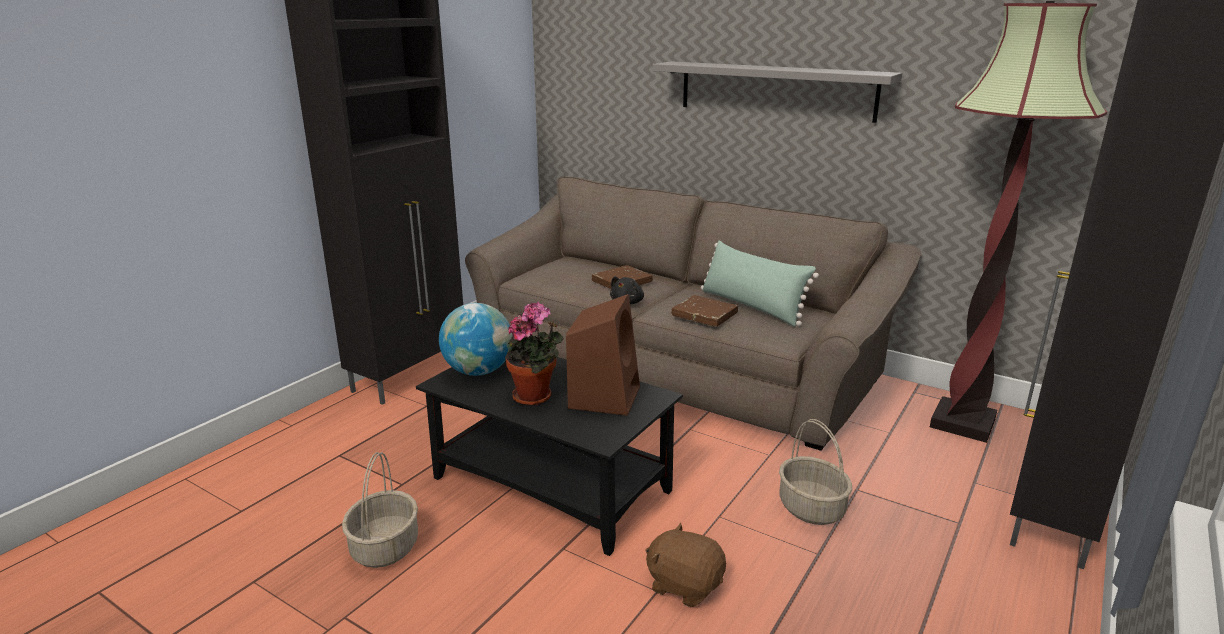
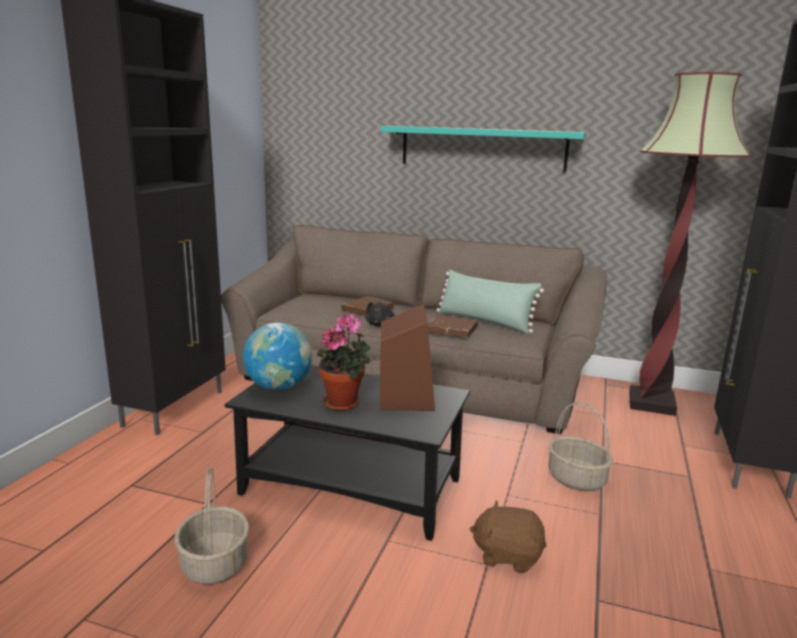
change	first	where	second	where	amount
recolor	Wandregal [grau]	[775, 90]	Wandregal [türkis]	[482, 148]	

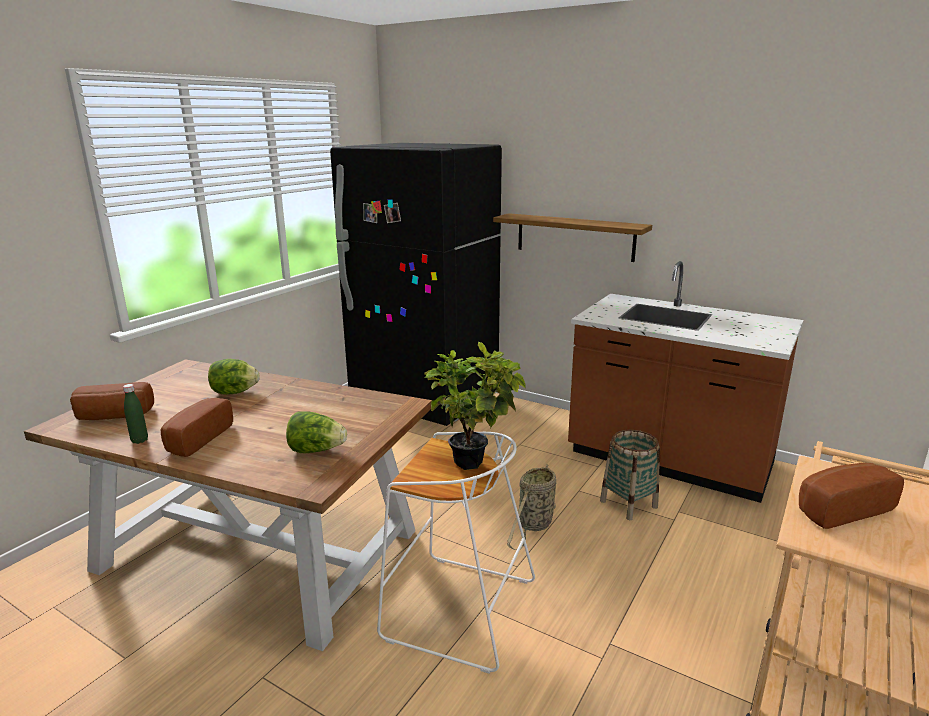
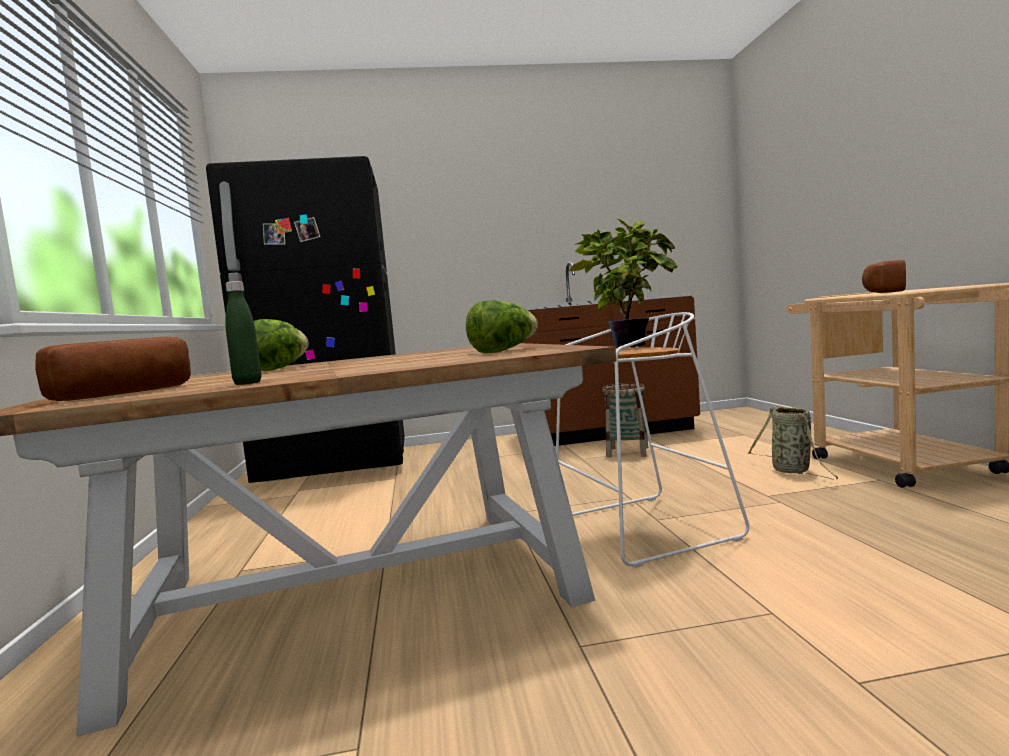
change	first	where	second	where	amount
delete	Brot	[196, 439]			
delete	Wandregal	[575, 237]			
move	Korb	[534, 525]		[793, 471]	

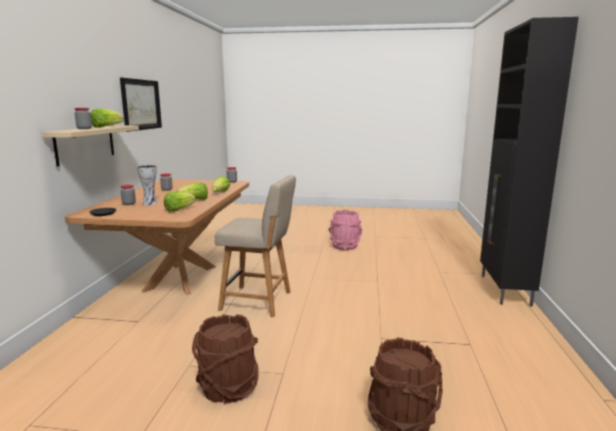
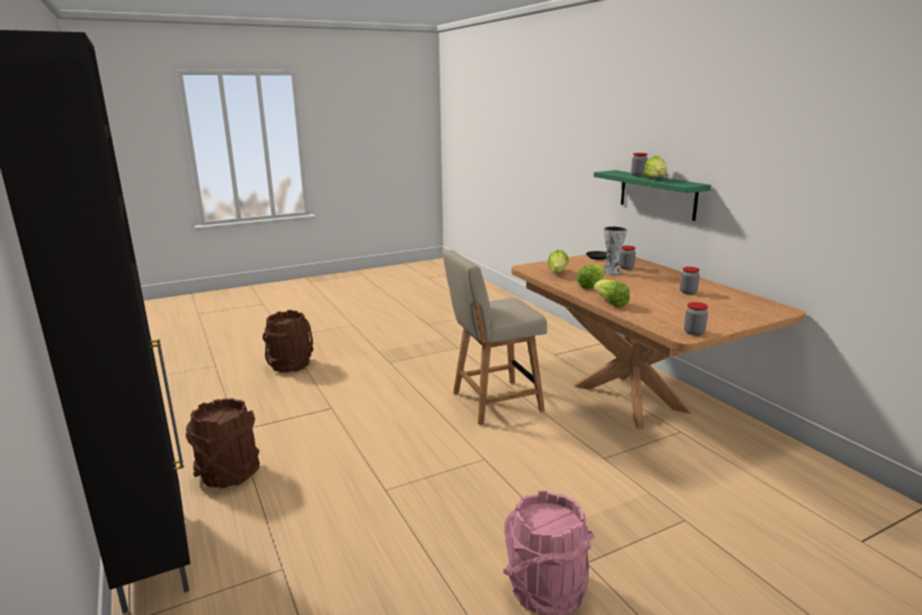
change	first	where	second	where	amount
delete	Bild	[141, 104]			
move	Eimer [braun]	[227, 388]		[229, 473]	
recolor	Wandregal [beige]	[85, 144]	Wandregal [grün]	[657, 194]	

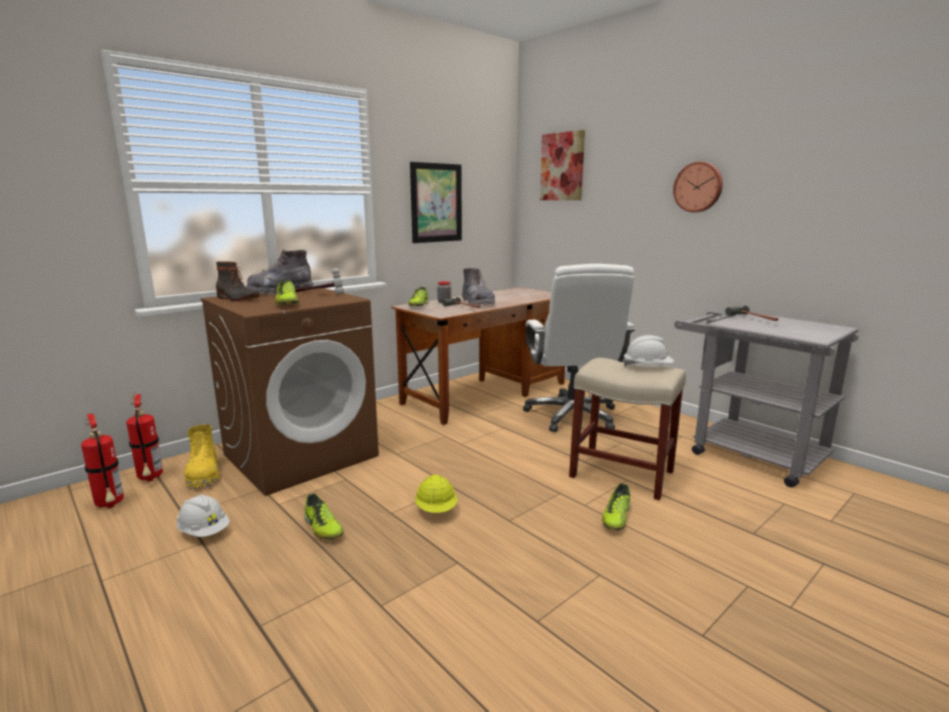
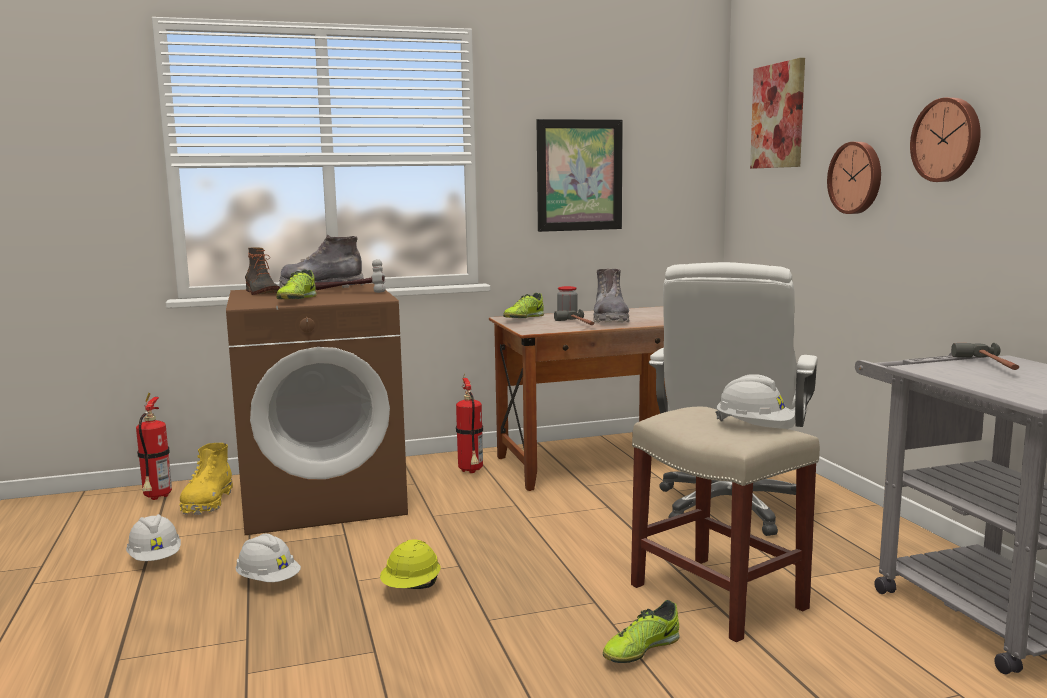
change	first	where	second	where	amount
insert			Wanduhr	[856, 178]	
move	Feuerlöscher	[110, 505]		[471, 471]	
replace	Schuh	[323, 528]	Schutzhelm [weiß]	[268, 581]	

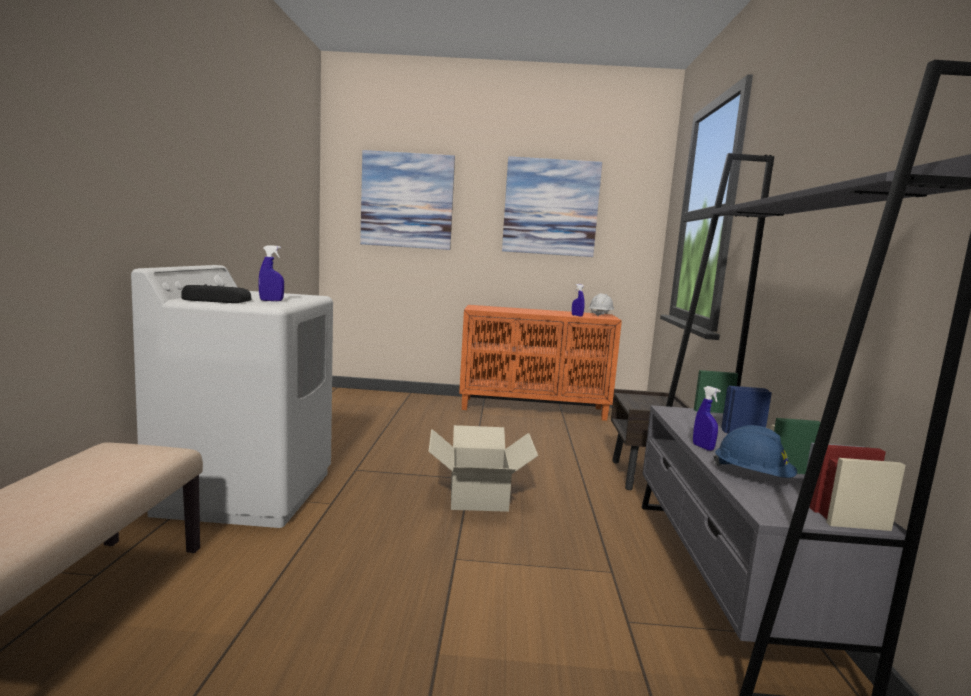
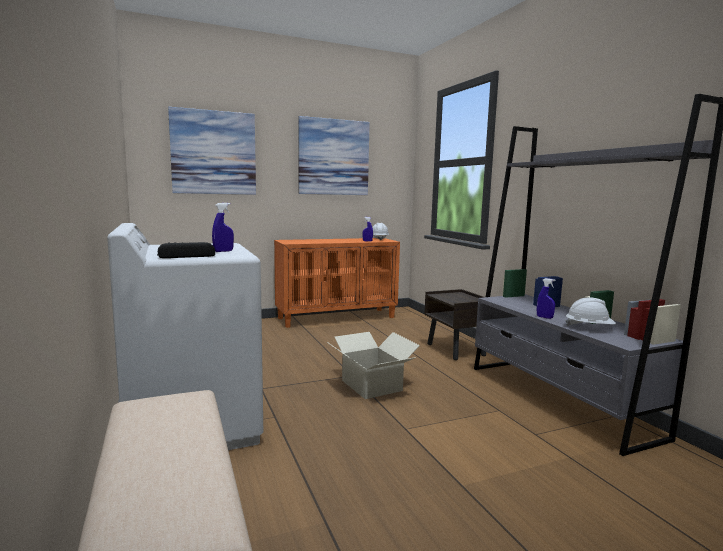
change	first	where	second	where	amount
recolor	Schutzhelm [blau]	[752, 476]	Schutzhelm [weiß]	[589, 328]	

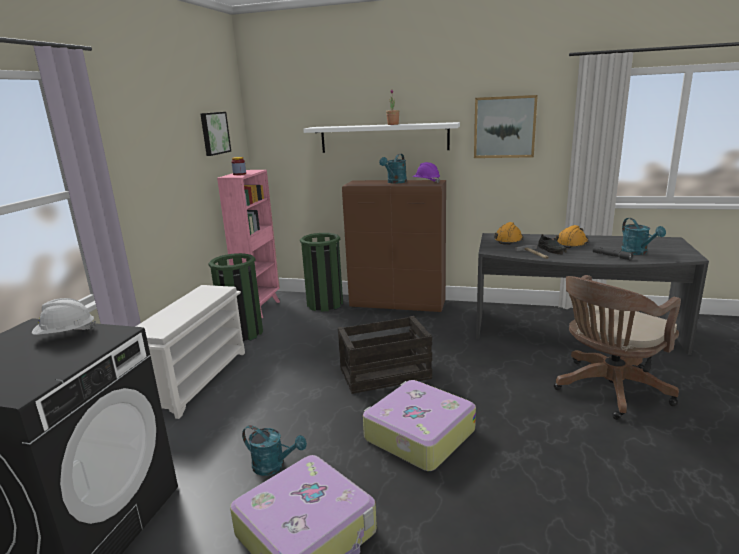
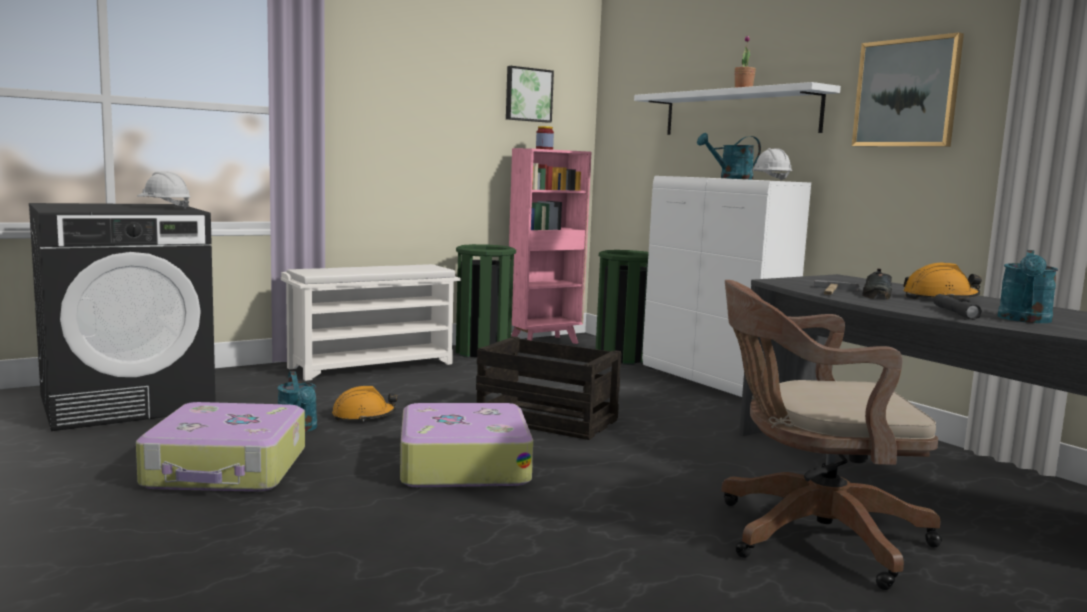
change	first	where	second	where	amount
move	Schutzhelm [orange]	[508, 240]		[363, 416]	
recolor	Schrank [braun]	[398, 304]	Schrank [weiß]	[713, 382]	
recolor	Schutzhelm [lila]	[426, 182]	Schutzhelm [weiß]	[770, 180]	

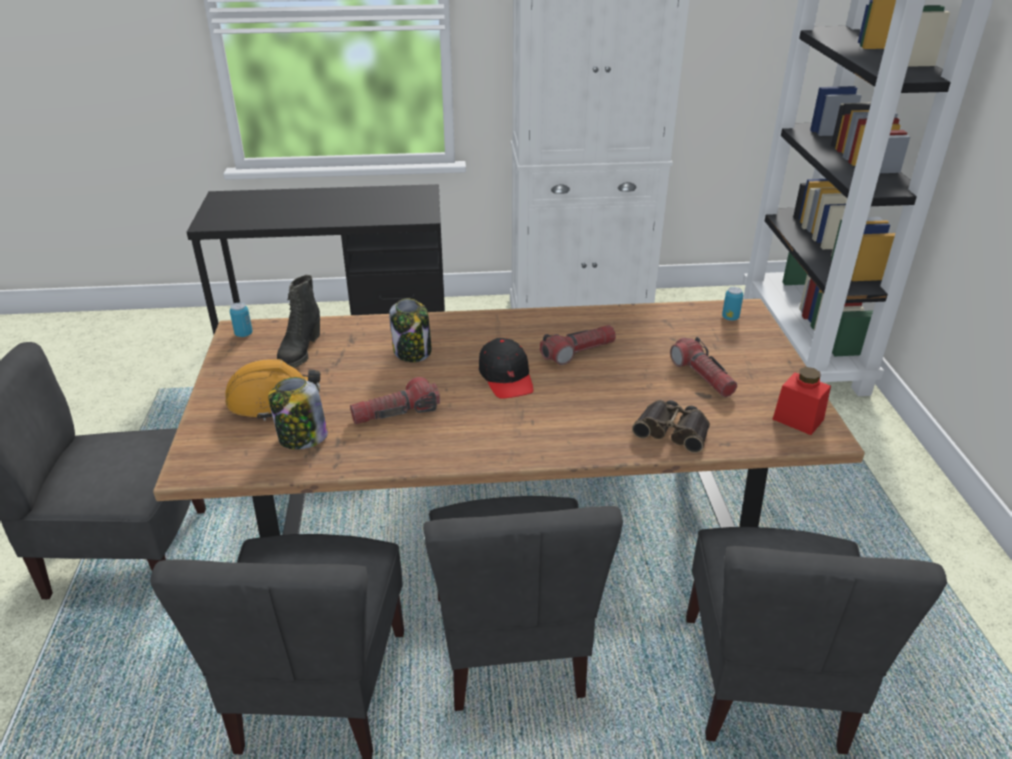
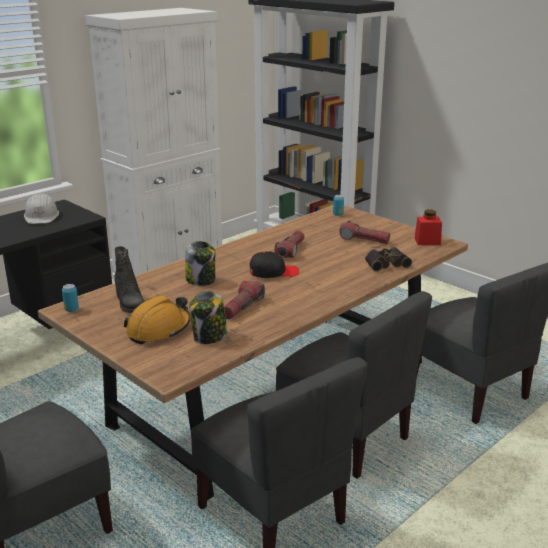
change	first	where	second	where	amount
insert			Schutzhelm [weiß]	[41, 216]	
rotate	Kappe [schwarz]	[506, 377]		[273, 272]	45 degrees counterclockwise

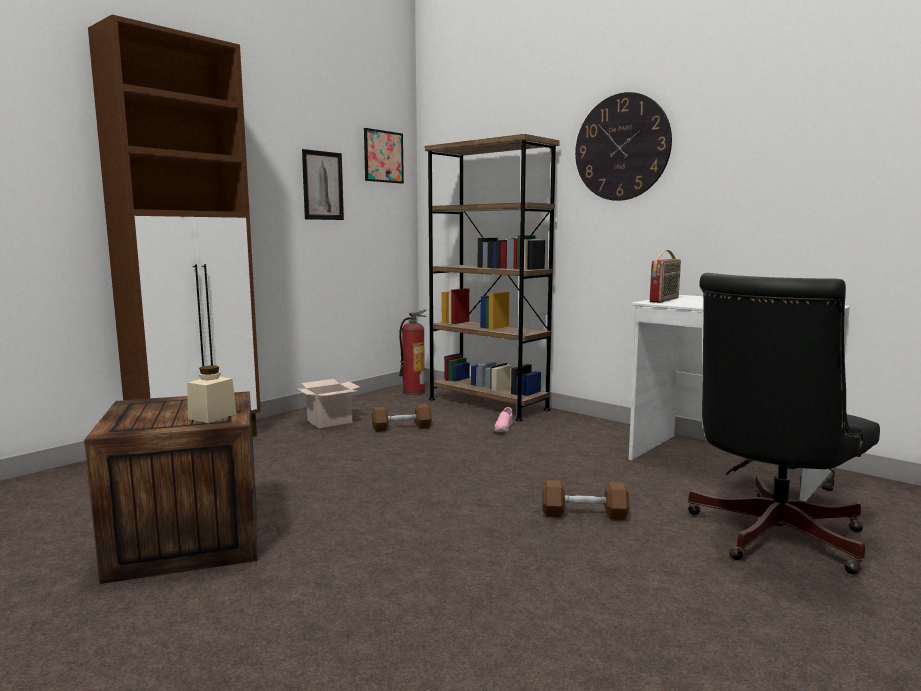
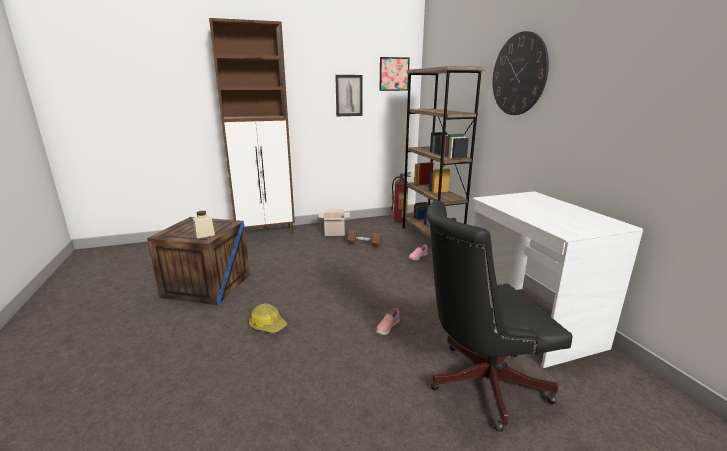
change	first	where	second	where	amount
delete	Radio	[665, 300]			
insert			Schutzhelm	[268, 325]	
replace	Hantel [braun]	[584, 514]	Schuh [rosa]	[387, 328]	

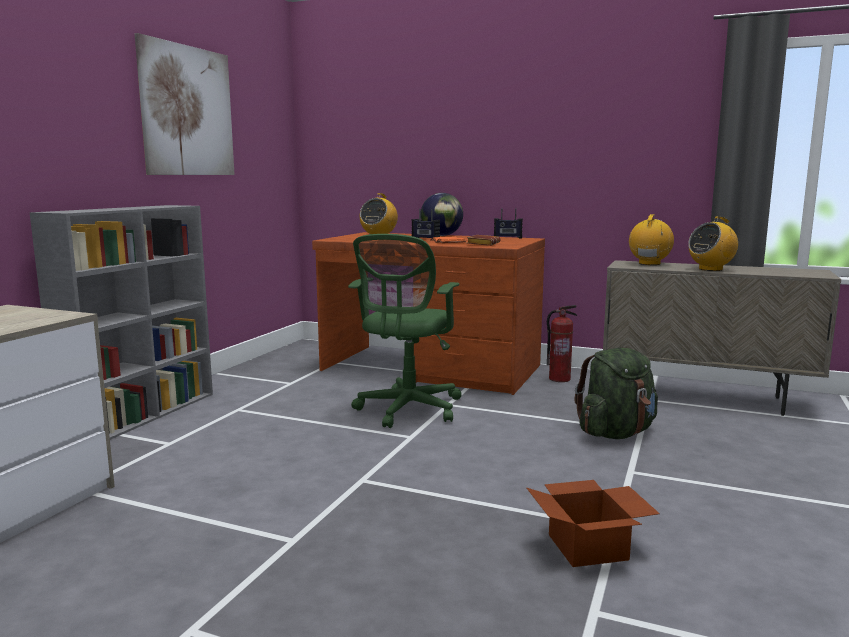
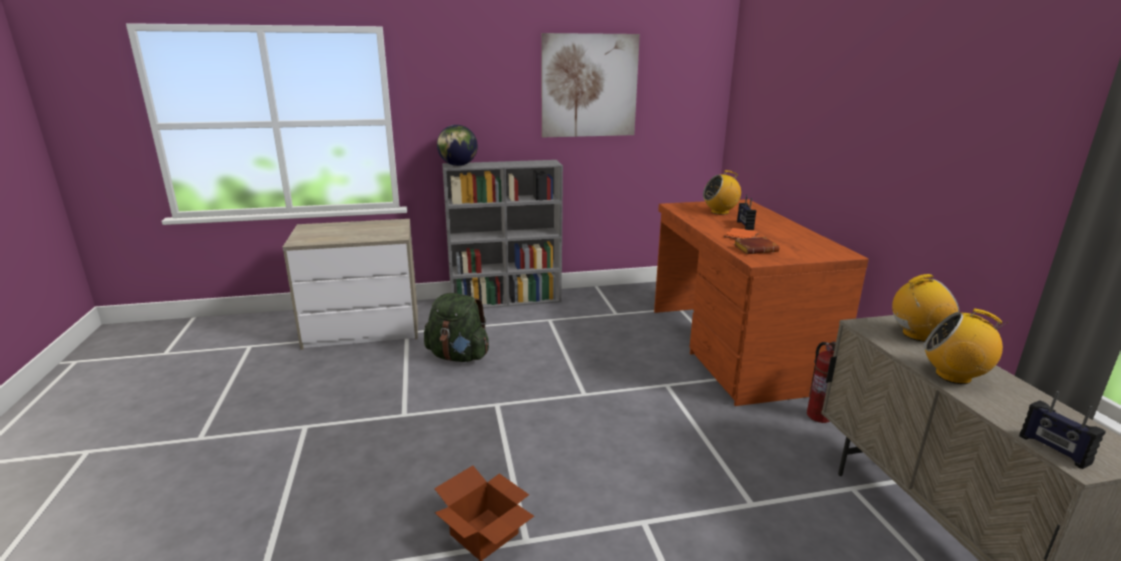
change	first	where	second	where	amount
delete	Bürostuhl [grün]	[407, 410]			
move	Globus	[441, 235]		[458, 165]	
move	Radio	[507, 237]		[1053, 450]	
move	Rucksack [grün]	[616, 433]		[458, 356]	

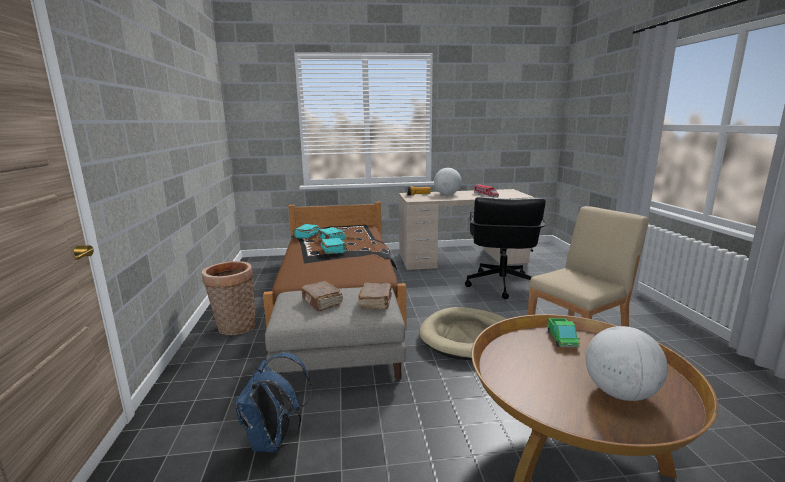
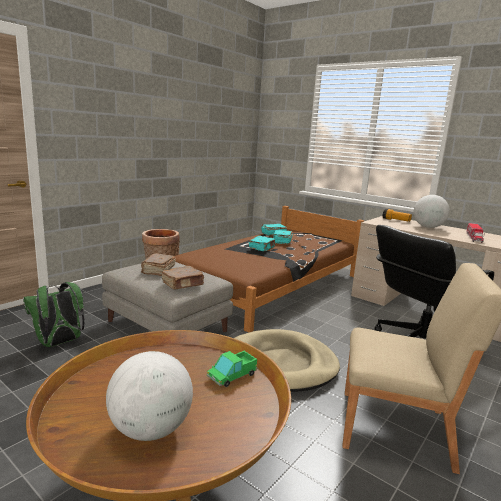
change	first	where	second	where	amount
recolor	Rucksack [blau]	[274, 441]	Rucksack [grün]	[59, 343]	

